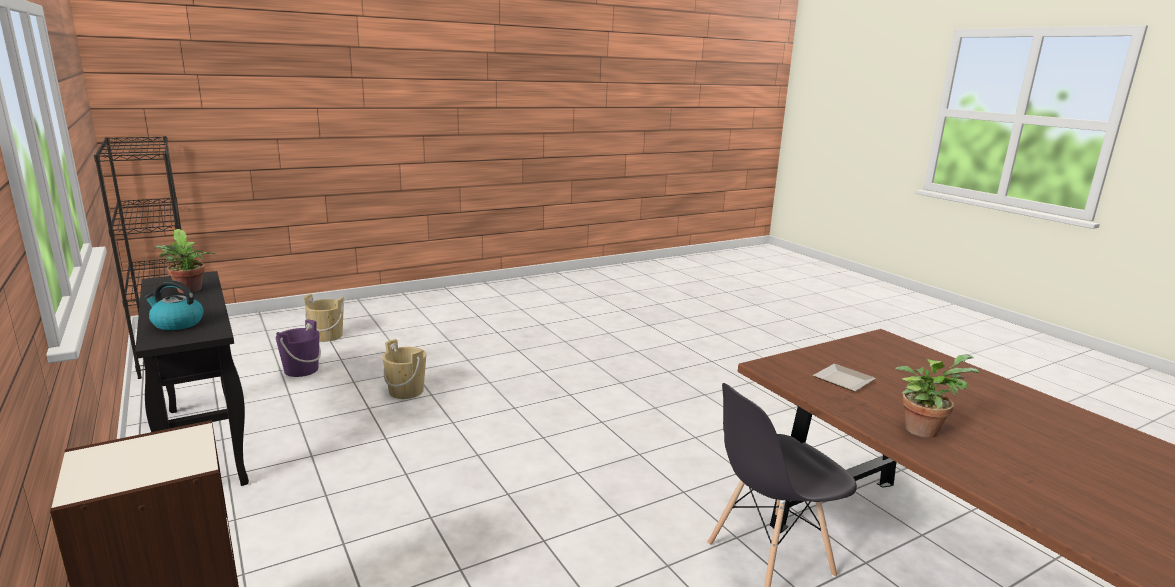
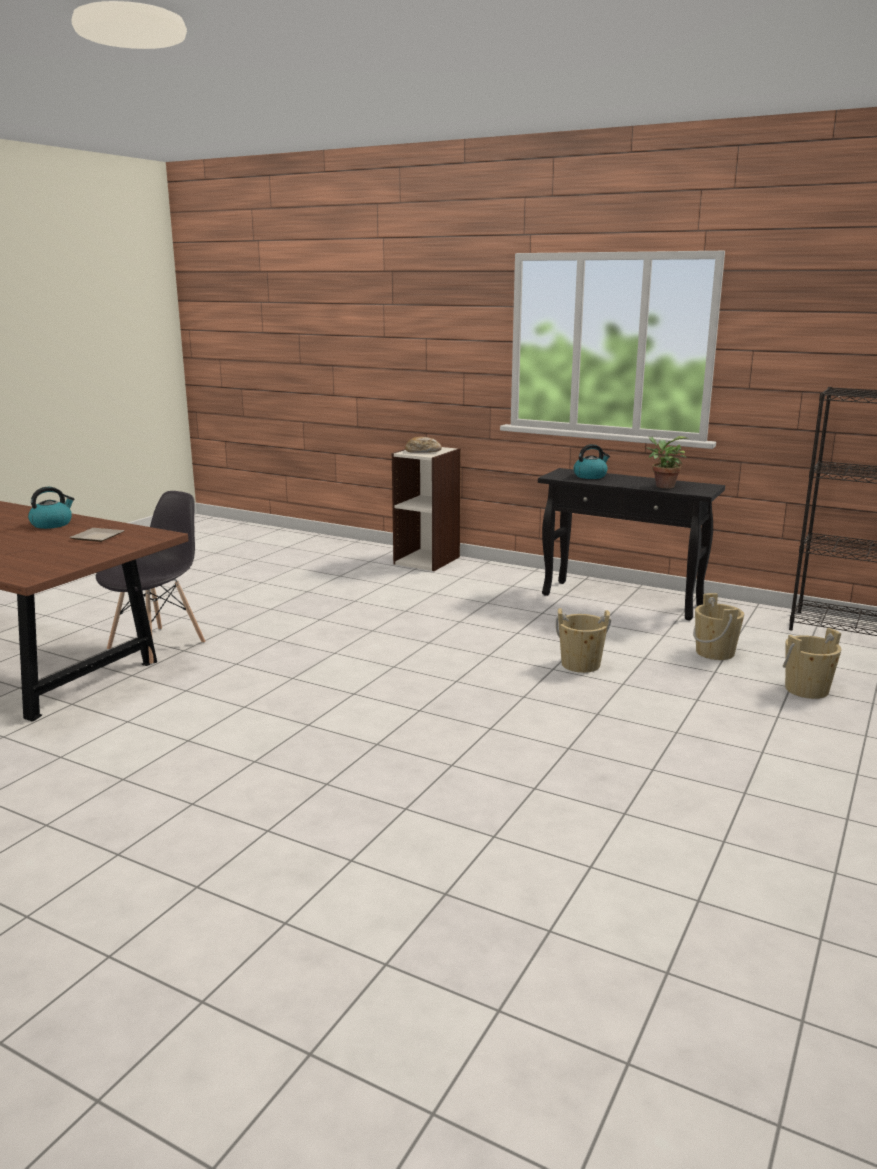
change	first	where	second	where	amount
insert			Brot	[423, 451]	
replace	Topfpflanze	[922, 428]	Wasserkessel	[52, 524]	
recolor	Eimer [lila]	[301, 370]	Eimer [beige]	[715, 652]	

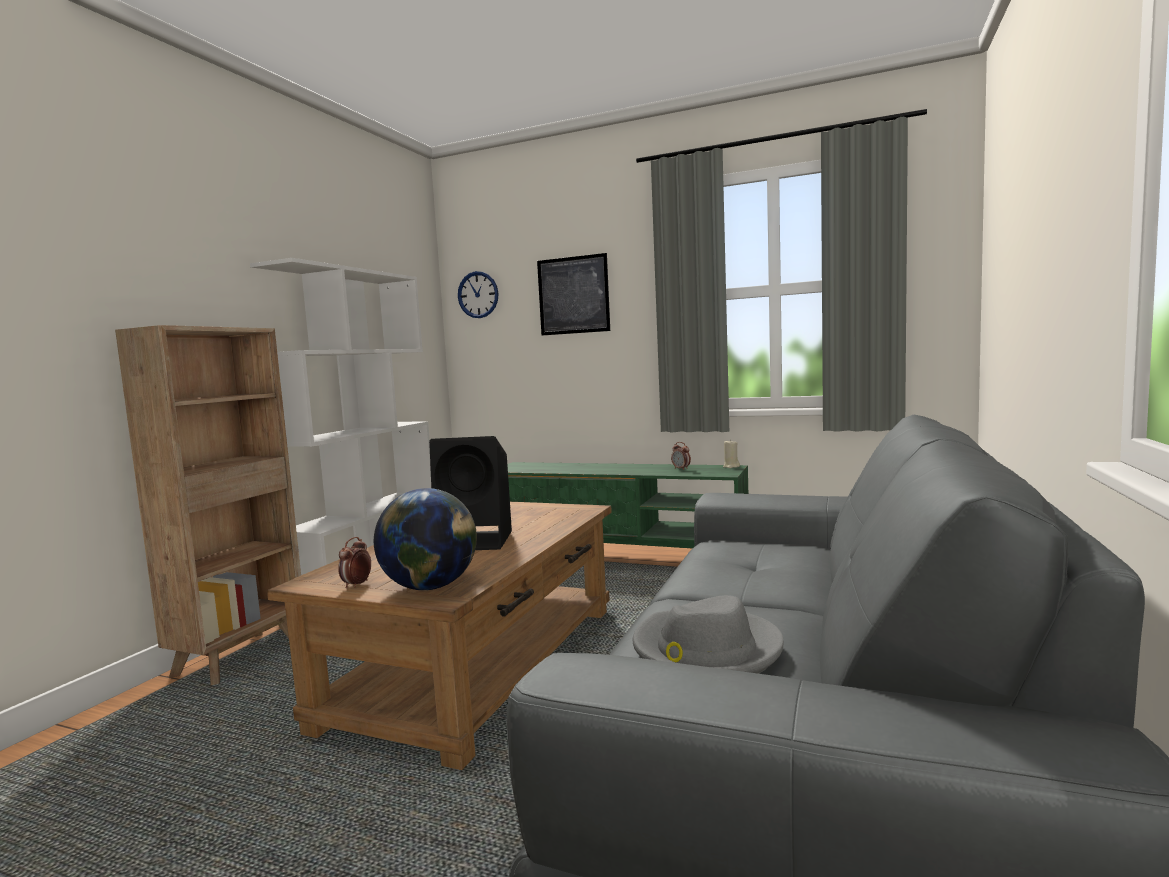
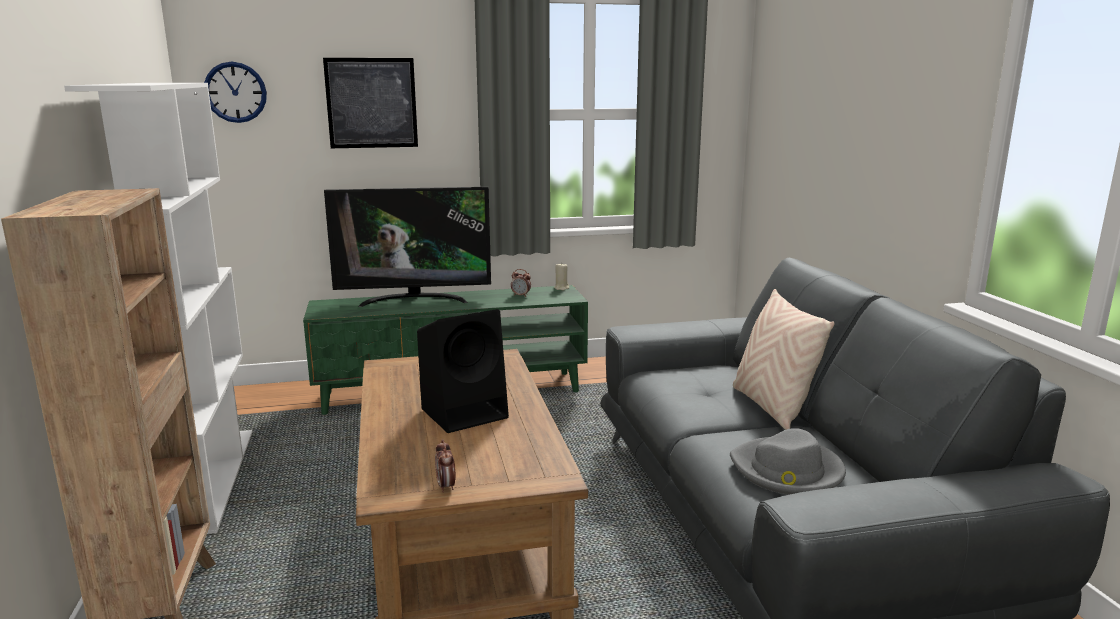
change	first	where	second	where	amount
delete	Globus	[430, 587]			
insert			Fernseher	[414, 299]	
insert			Kissen [beige]	[772, 407]	

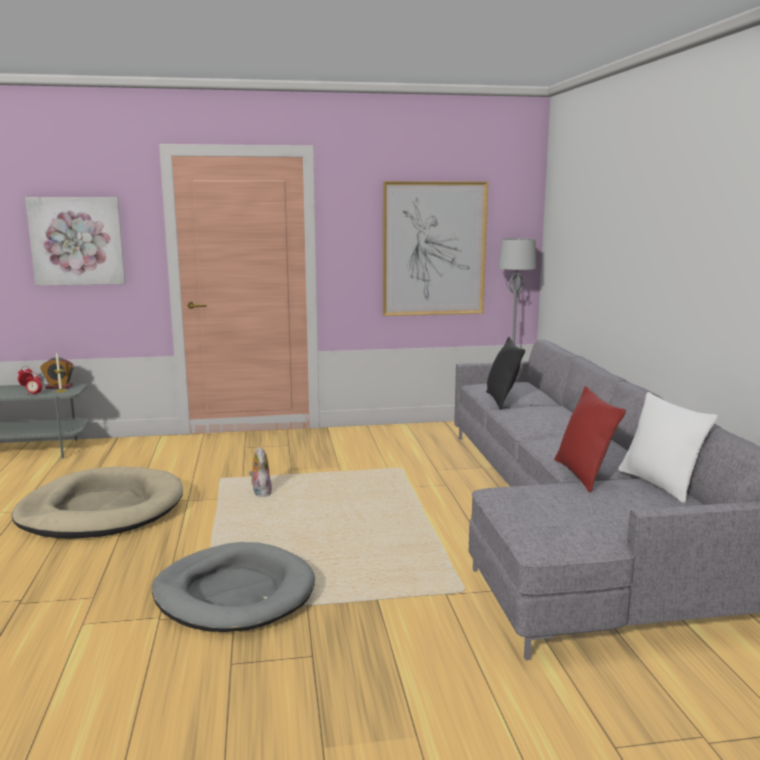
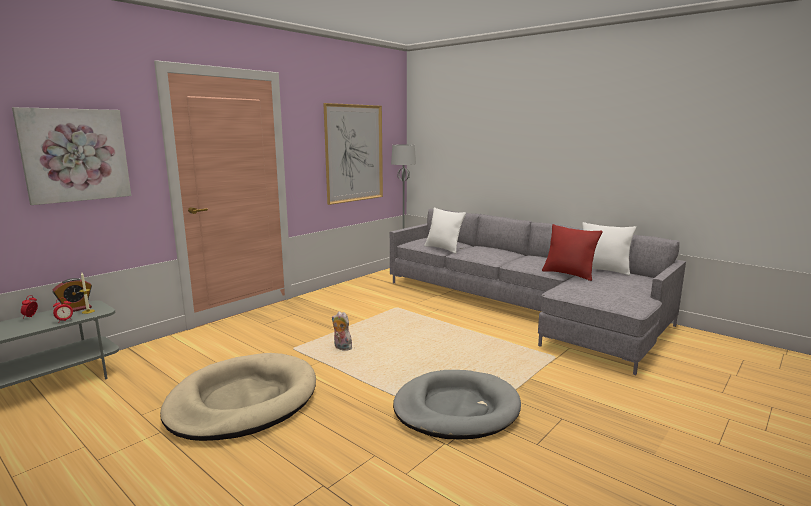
change	first	where	second	where	amount
recolor	Kissen [schwarz]	[502, 400]	Kissen [weiß]	[443, 249]	

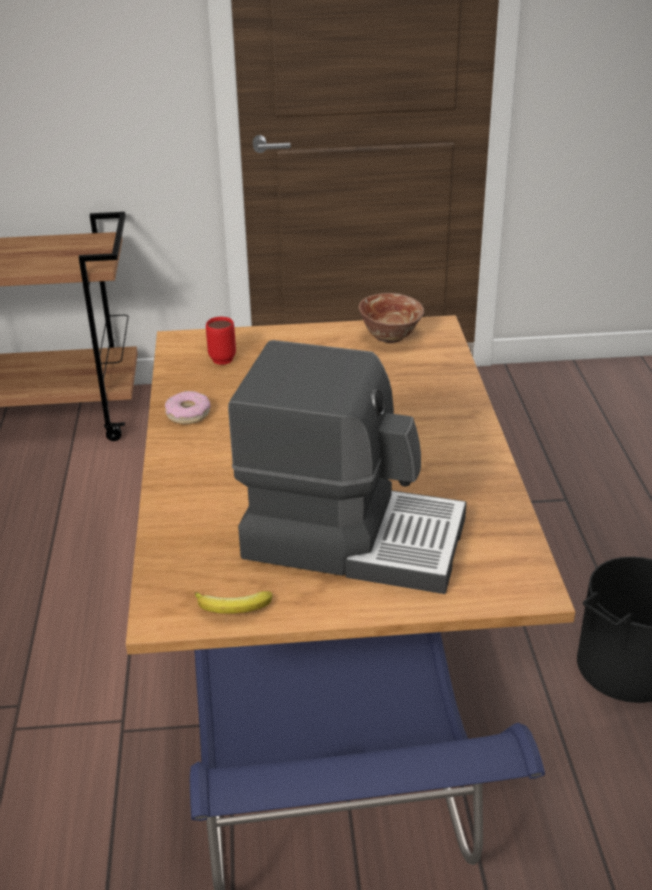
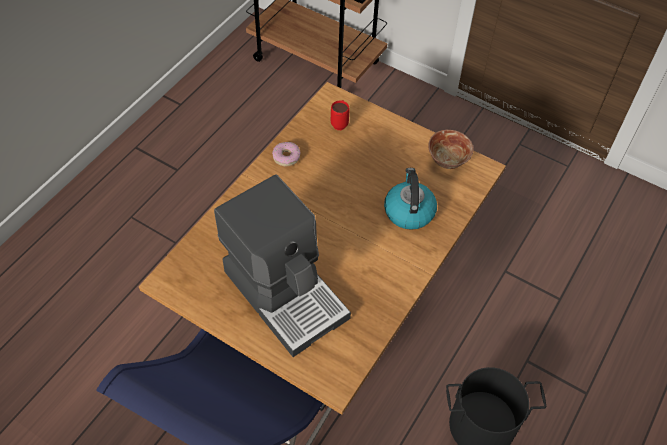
change	first	where	second	where	amount
delete	Banane	[233, 608]			
insert			Wasserkessel	[409, 211]	

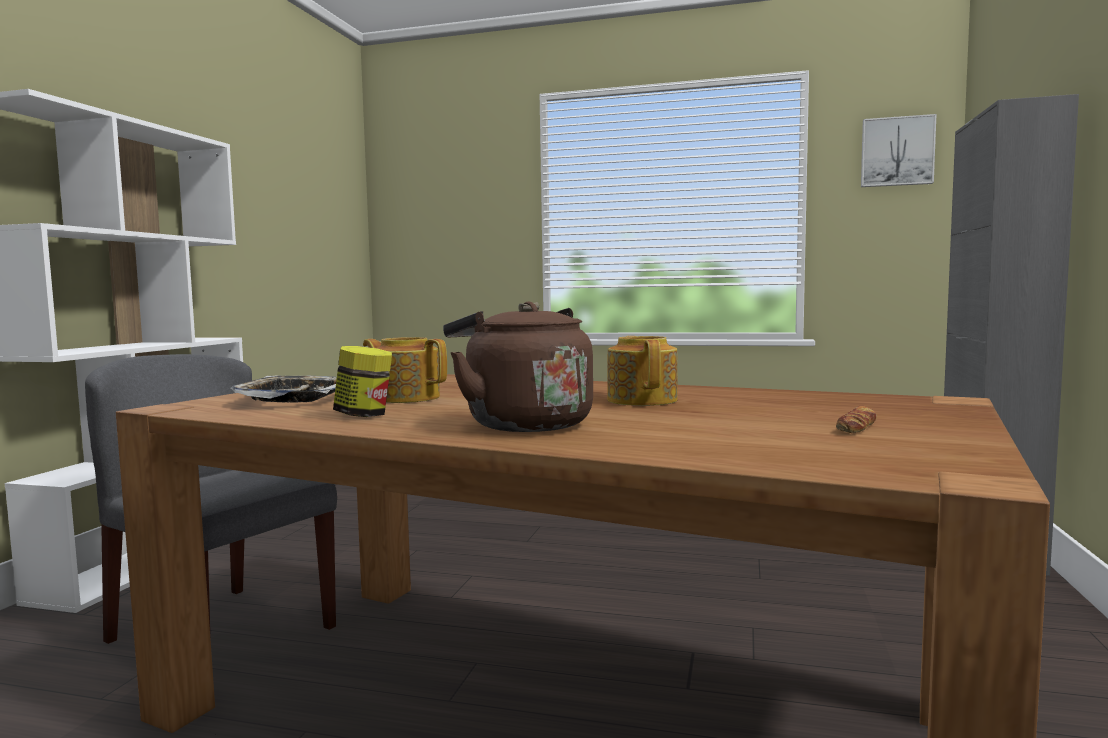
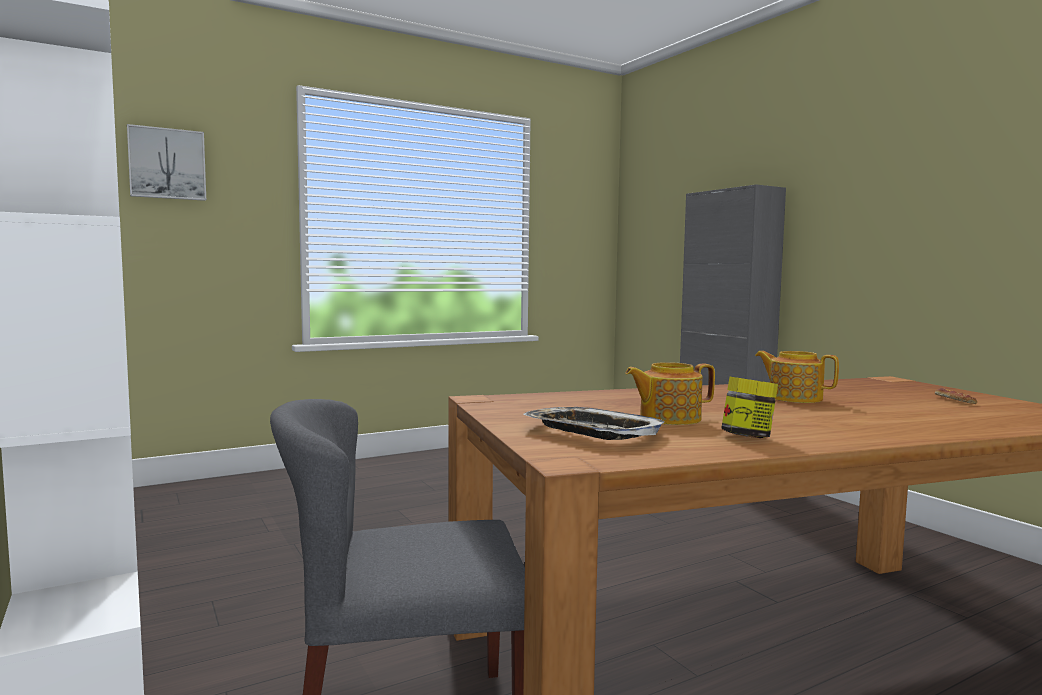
change	first	where	second	where	amount
delete	Wasserkessel [braun]	[522, 424]			
move	Bild	[897, 152]		[167, 164]	

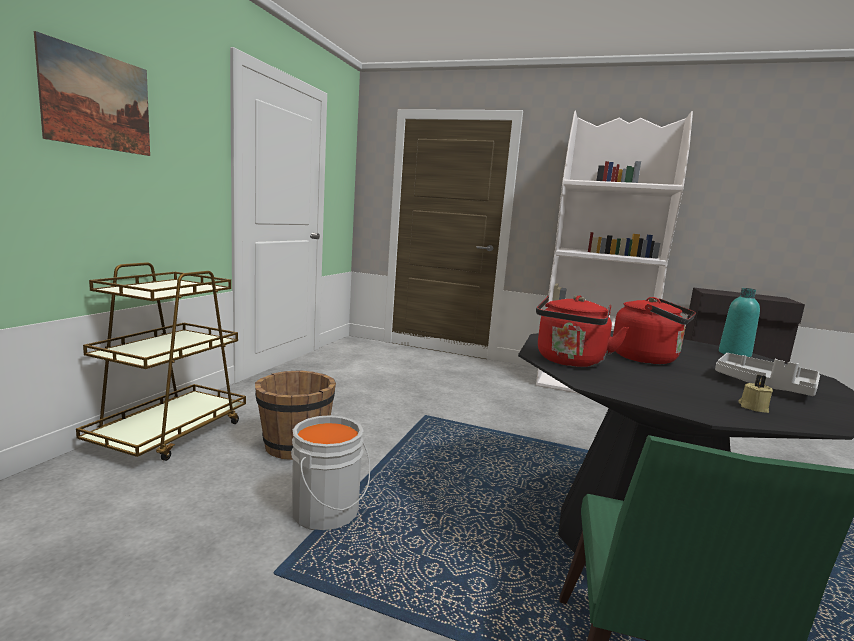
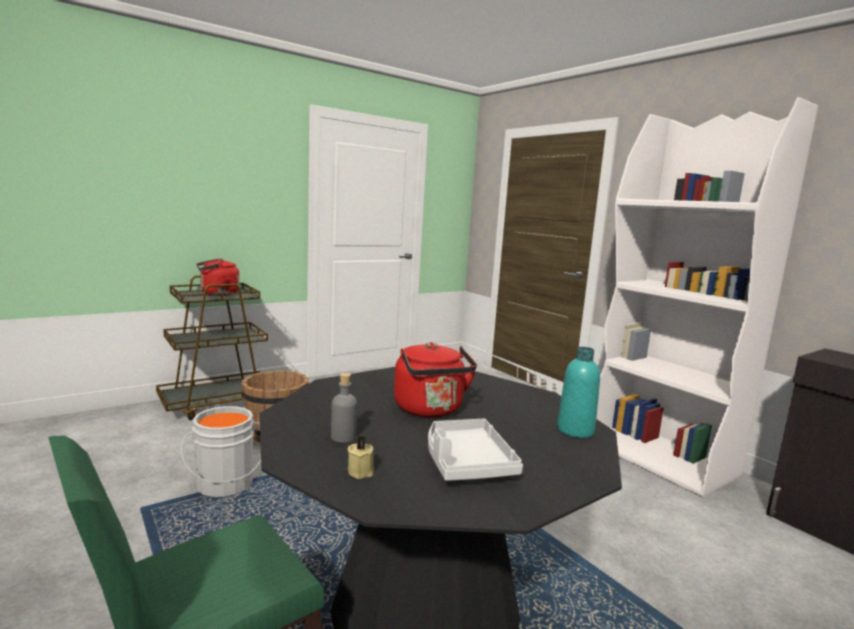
change	first	where	second	where	amount
delete	Bild	[98, 101]			
insert			Flasche [grau]	[343, 437]	
move	Wasserkessel [rot]	[570, 362]		[217, 294]	

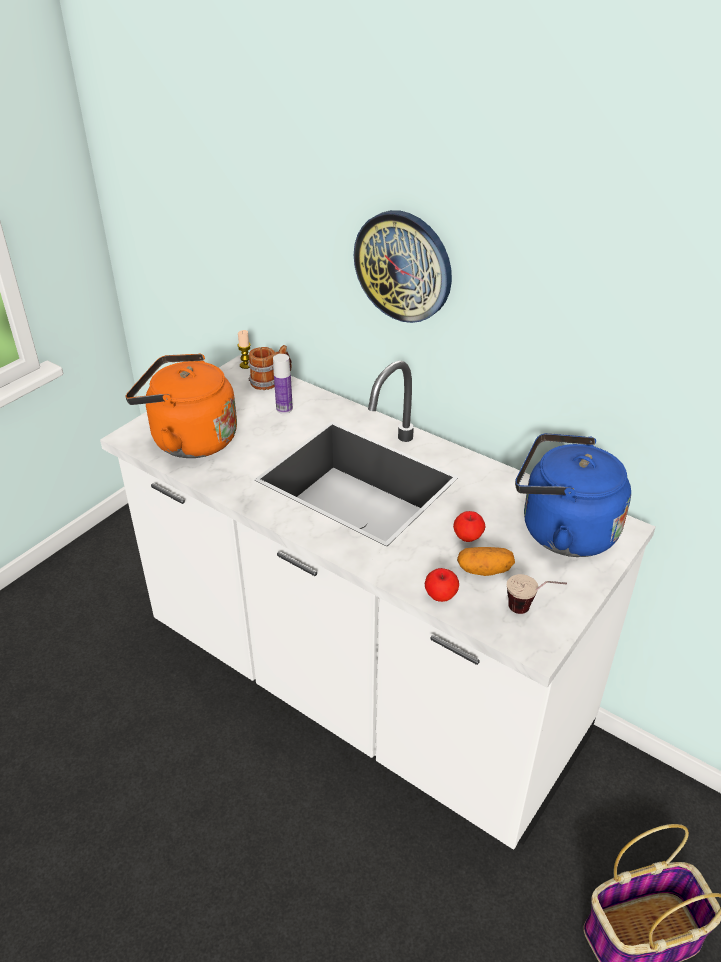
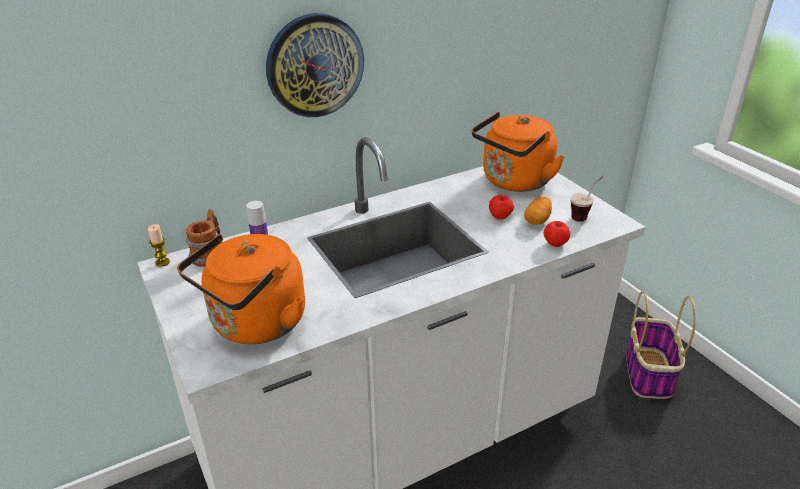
change	first	where	second	where	amount
recolor	Wasserkessel [blau]	[562, 531]	Wasserkessel [orange]	[514, 182]	

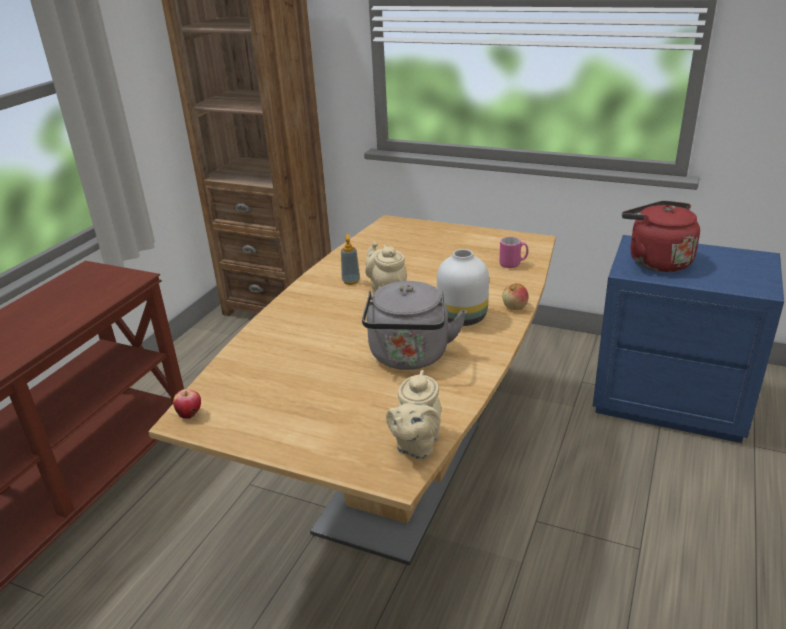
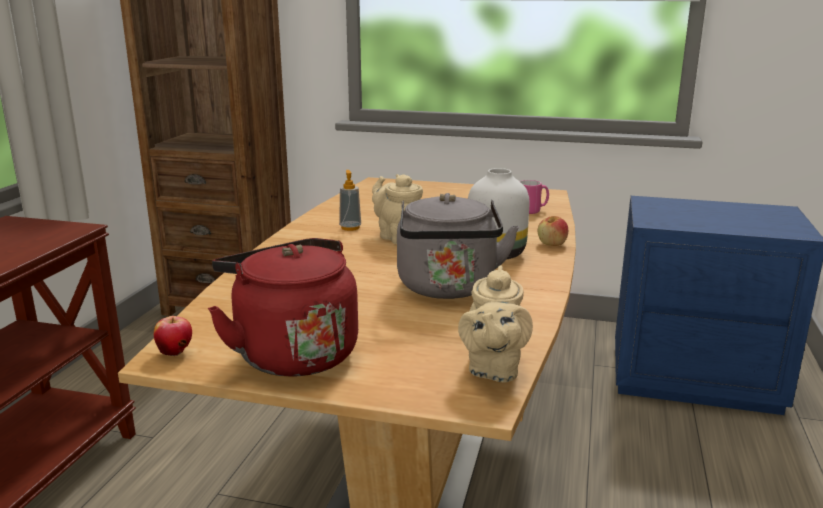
change	first	where	second	where	amount
move	Wasserkessel [rot]	[656, 261]		[292, 353]	

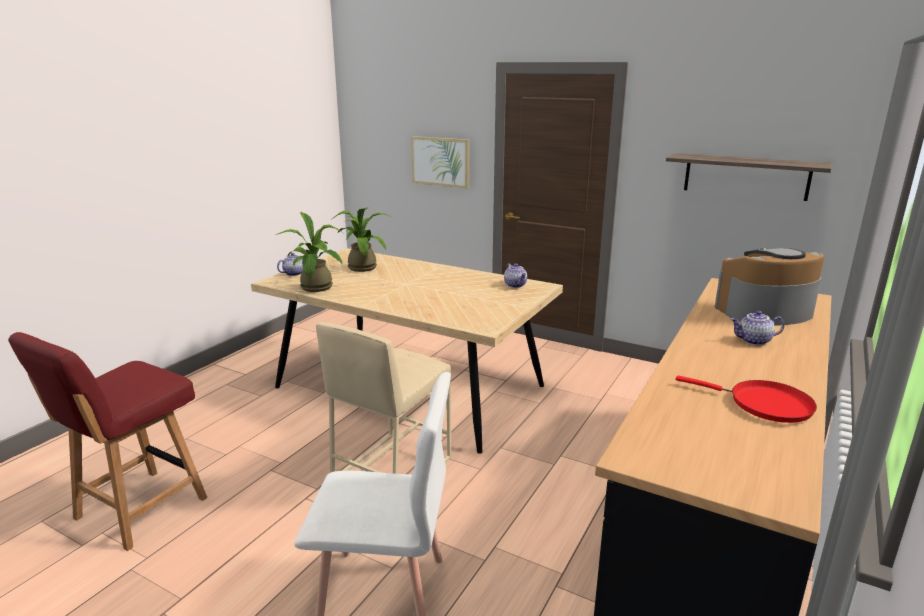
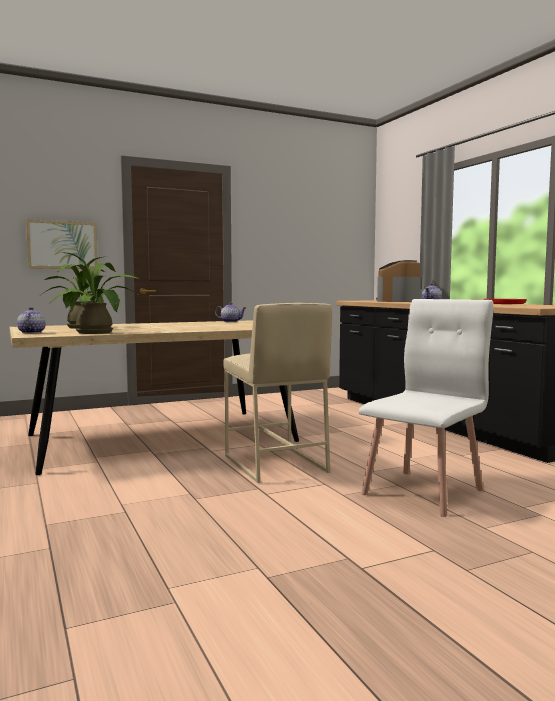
change	first	where	second	where	amount
delete	Stuhl [rot]	[138, 509]			
delete	Wandregal	[746, 176]			

